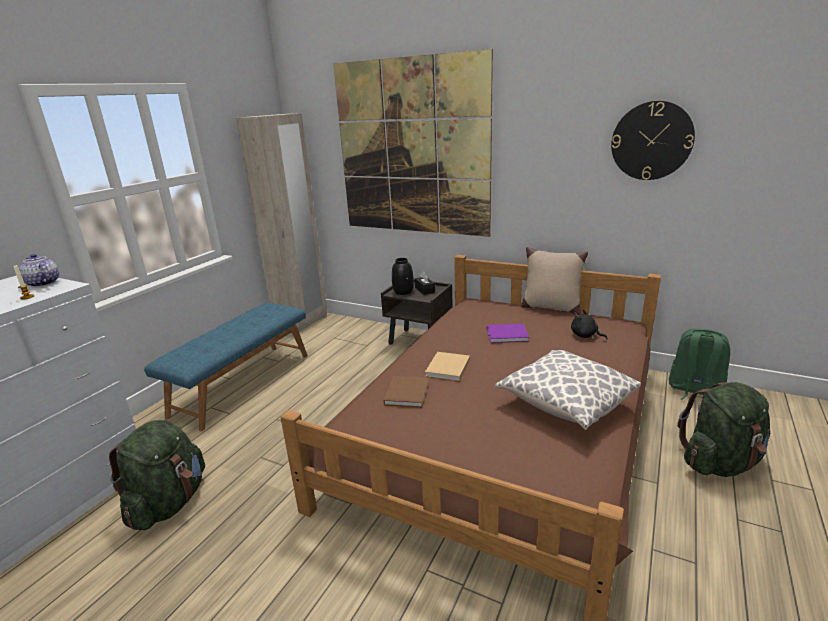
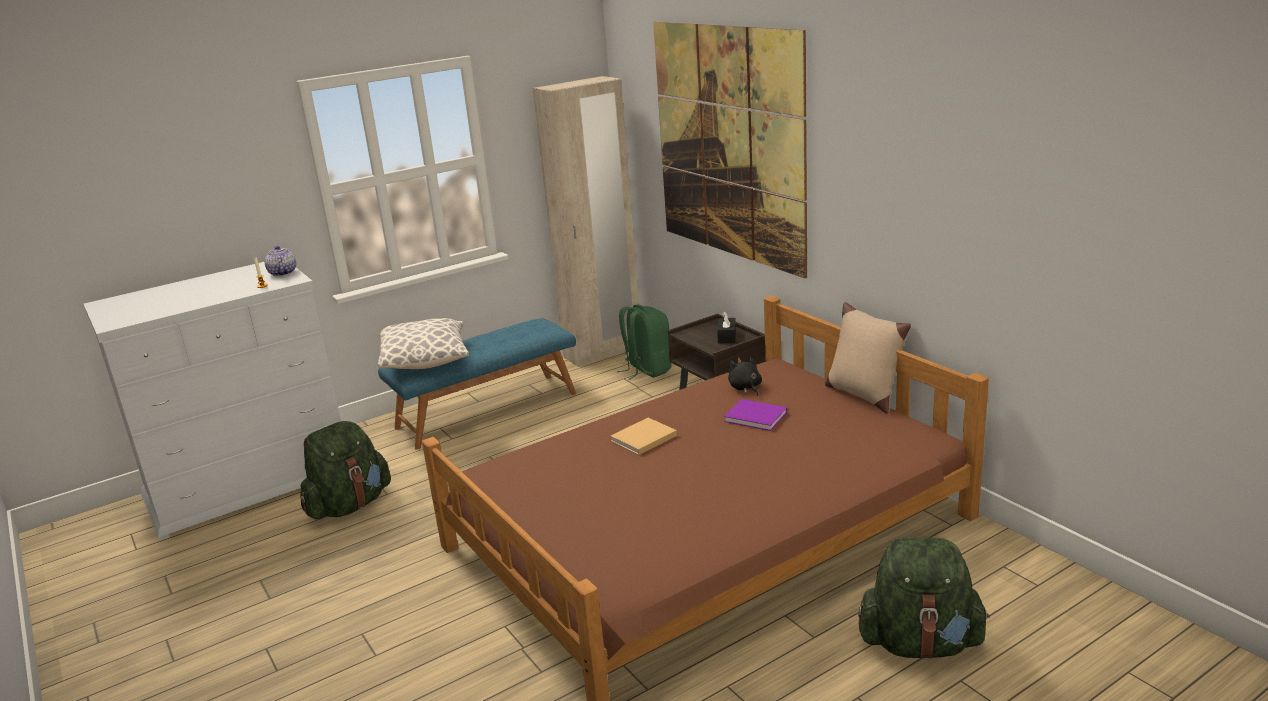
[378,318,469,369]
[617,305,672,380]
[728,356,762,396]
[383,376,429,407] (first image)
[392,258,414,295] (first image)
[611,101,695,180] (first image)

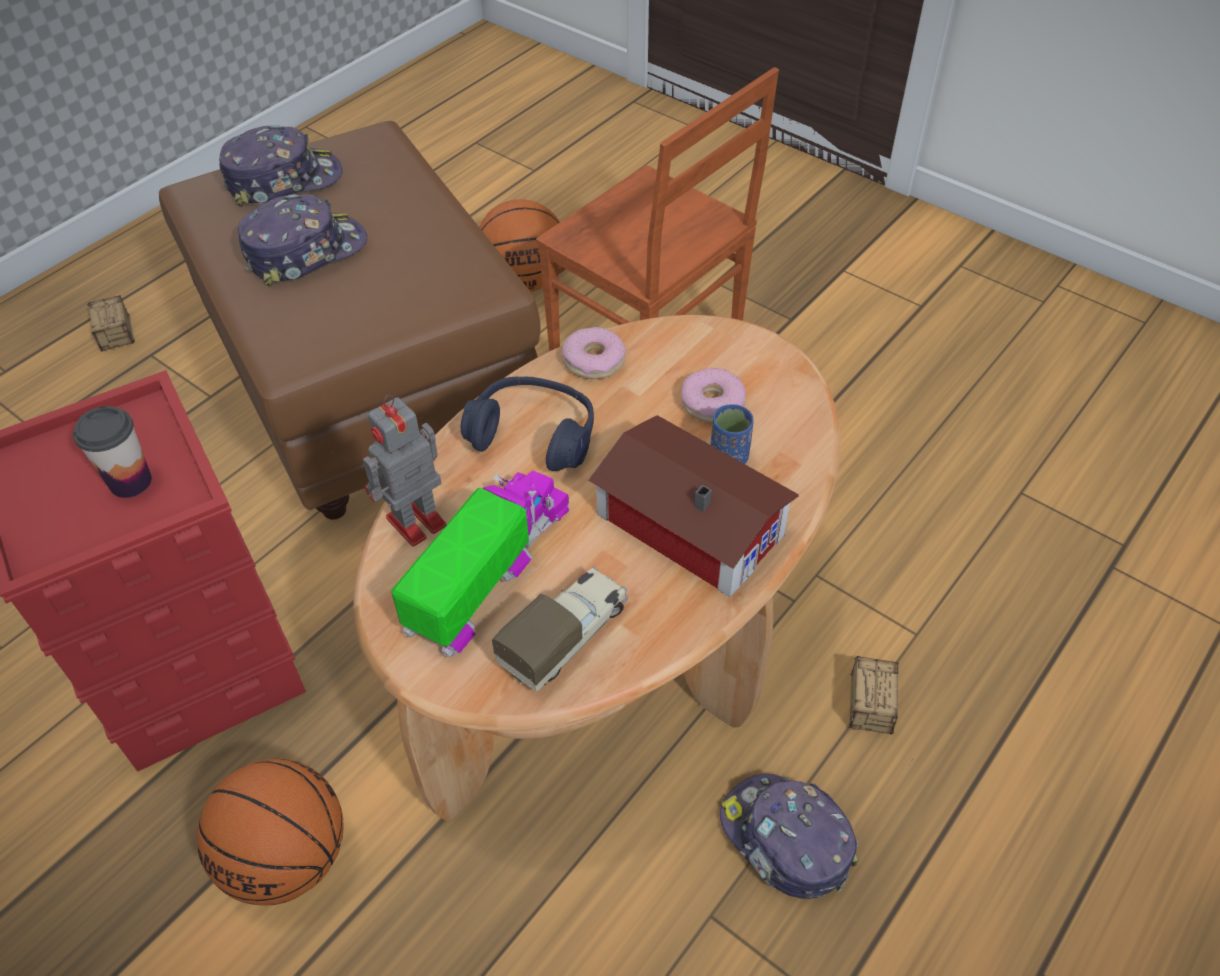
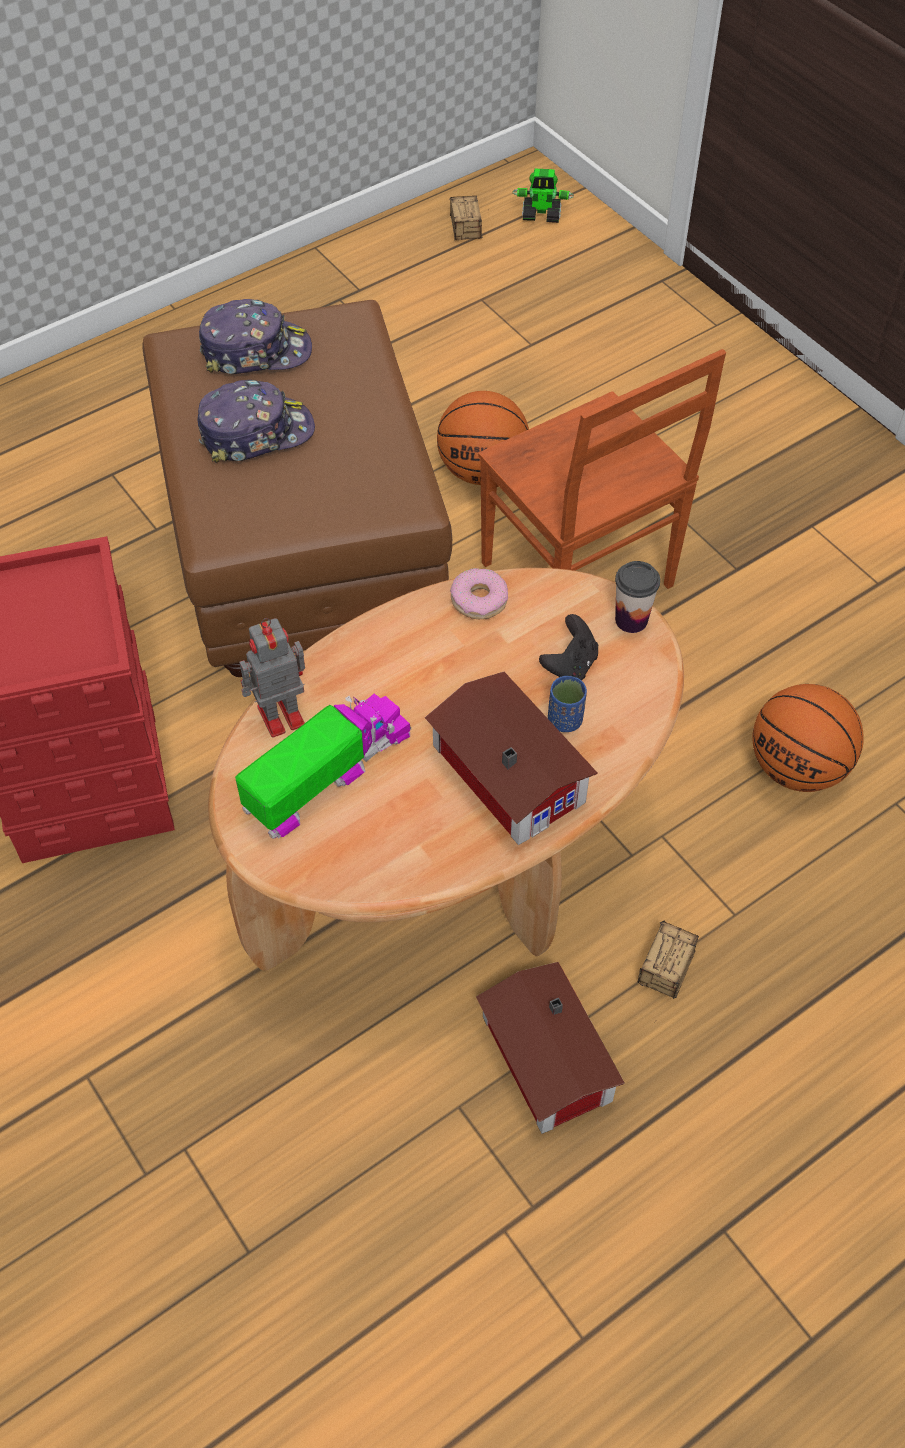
[450,196,489,240]
[476,962,625,1134]
[513,169,574,223]
[539,614,598,681]
[615,561,660,633]
[752,684,864,792]
[461,377,594,471] (first image)
[492,566,628,693] (first image)

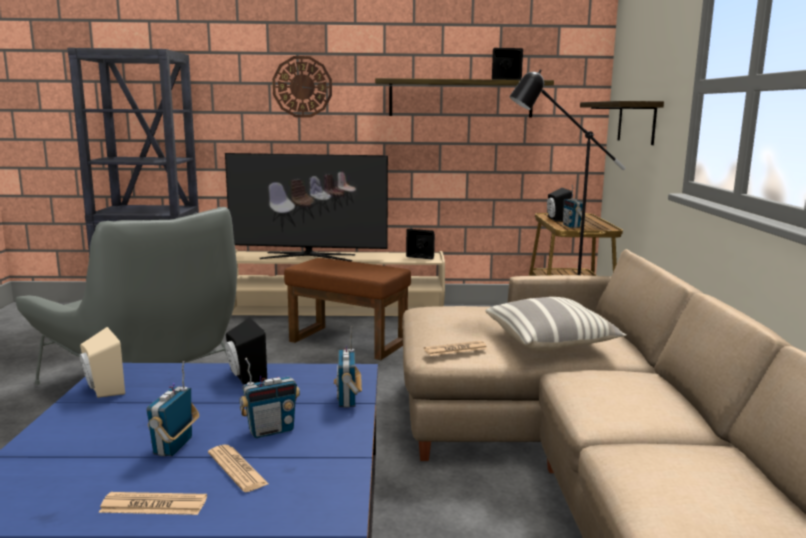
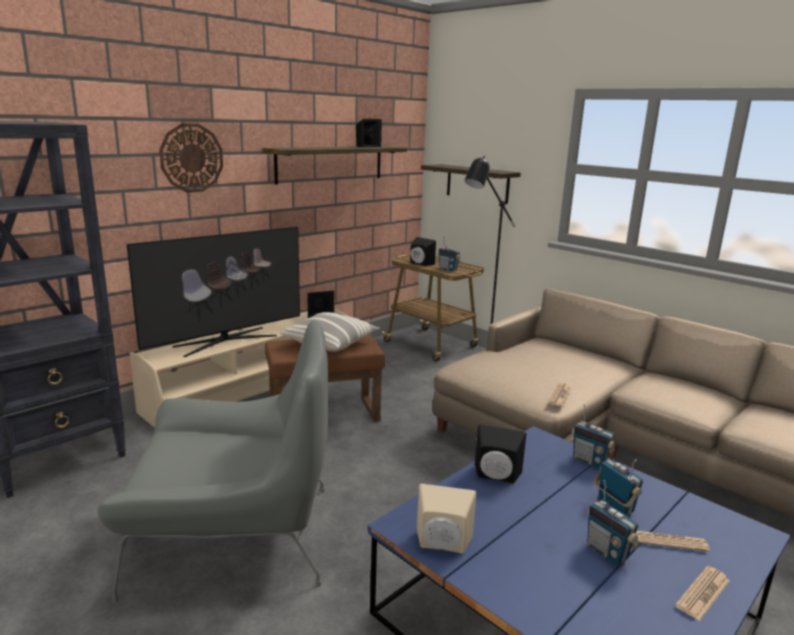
[280,312,379,352]
[594,459,643,515]

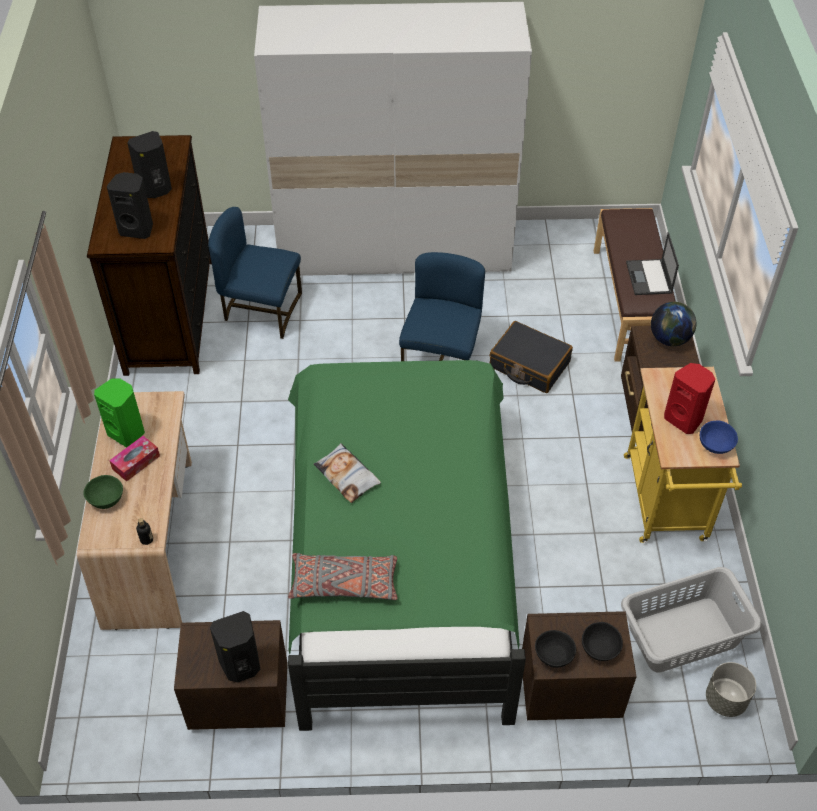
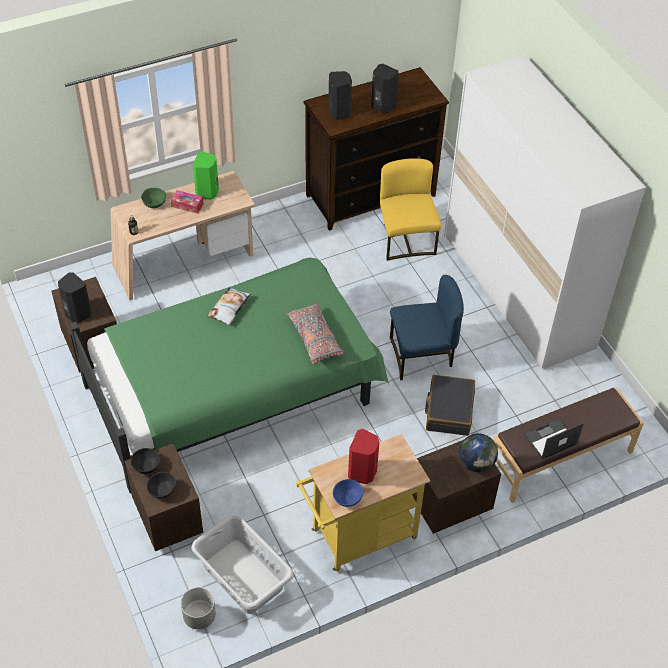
[286,303,344,365]
[380,158,441,261]

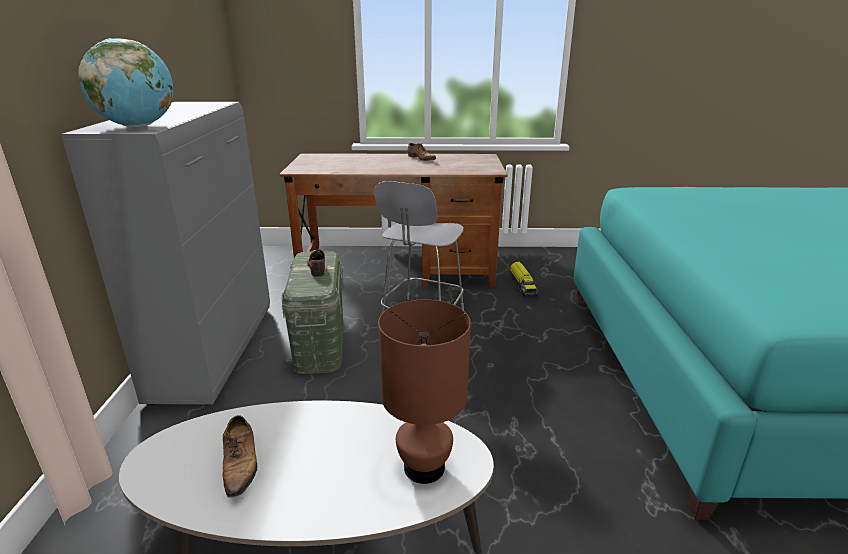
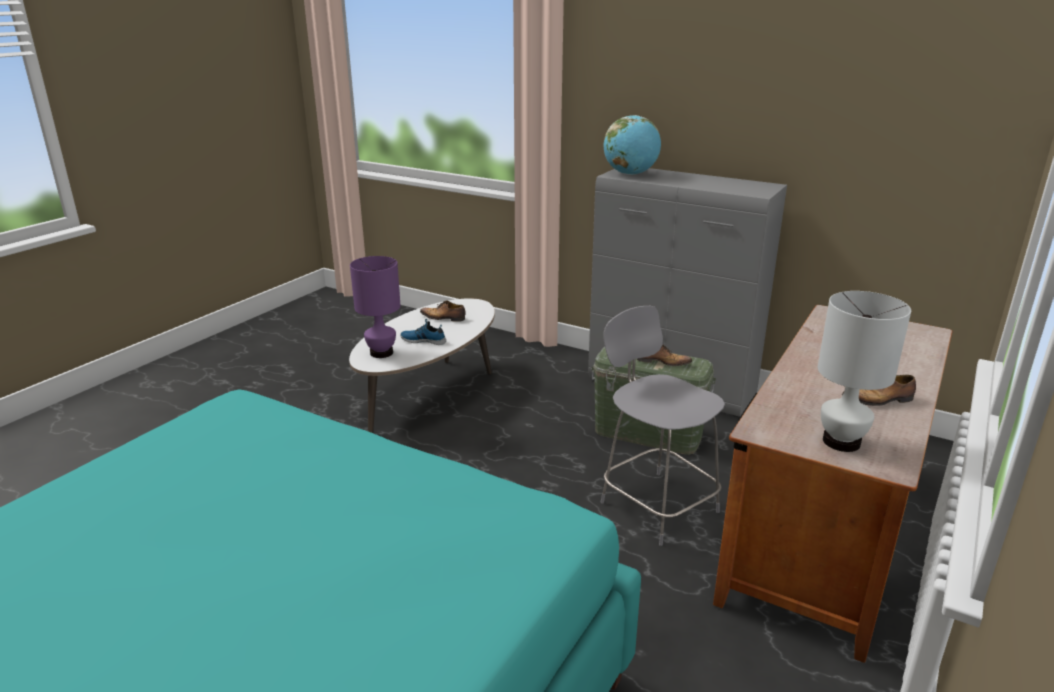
[350,256,401,358]
[400,319,446,345]
[818,291,911,452]
[509,262,538,296] (first image)

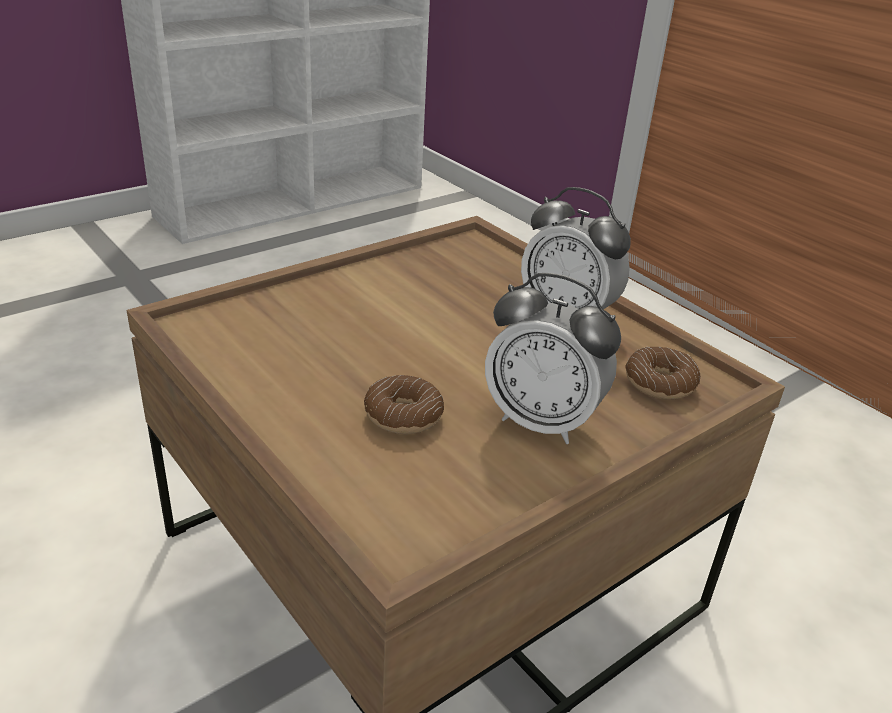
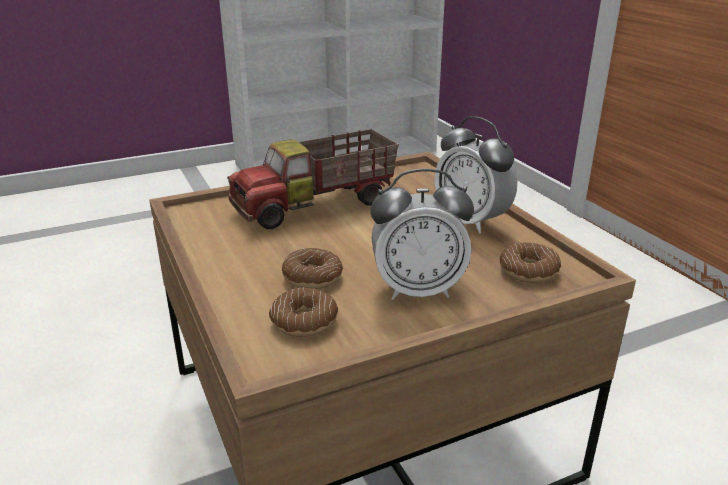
[227,129,399,229]
[269,287,338,337]
[370,168,474,300]

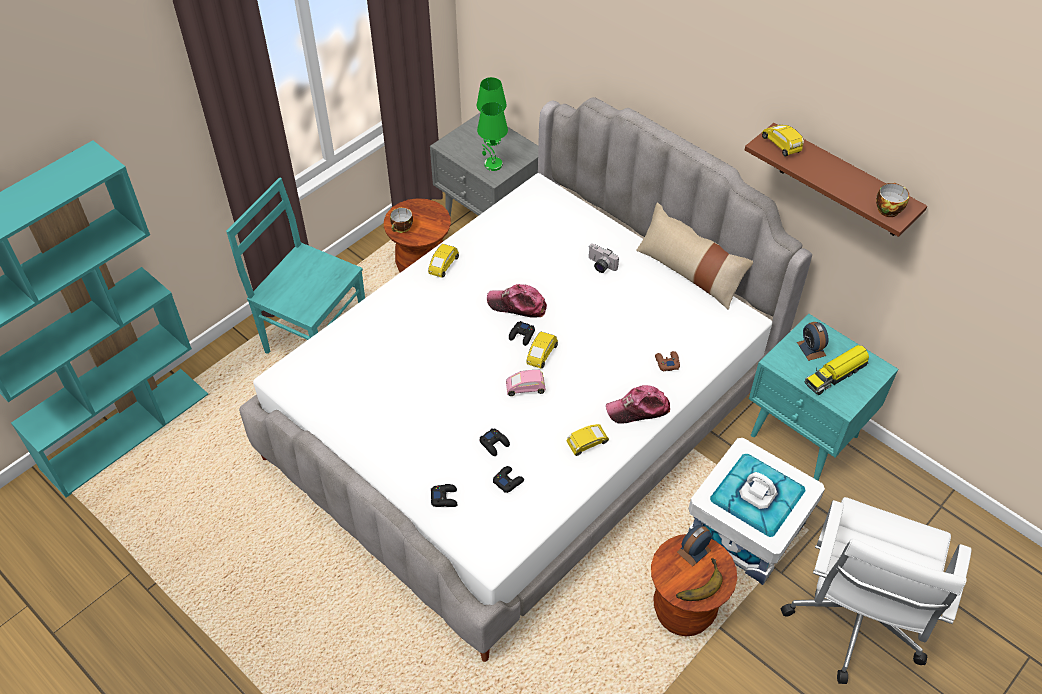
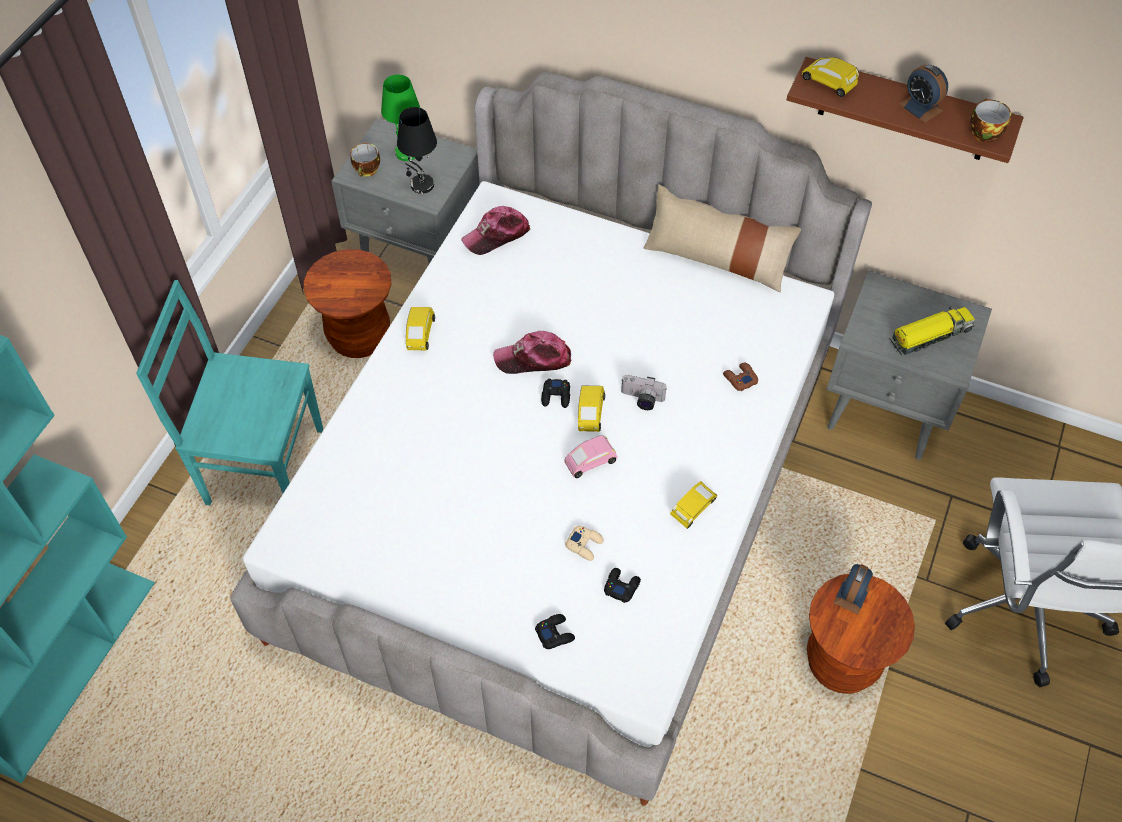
[350,143,380,177]
[397,107,437,194]
[461,206,530,255]
[565,526,604,561]
[621,375,667,410]
[826,271,992,460]
[890,307,975,355]
[899,64,948,123]
[676,558,723,601] (first image)
[688,438,825,585] (first image)

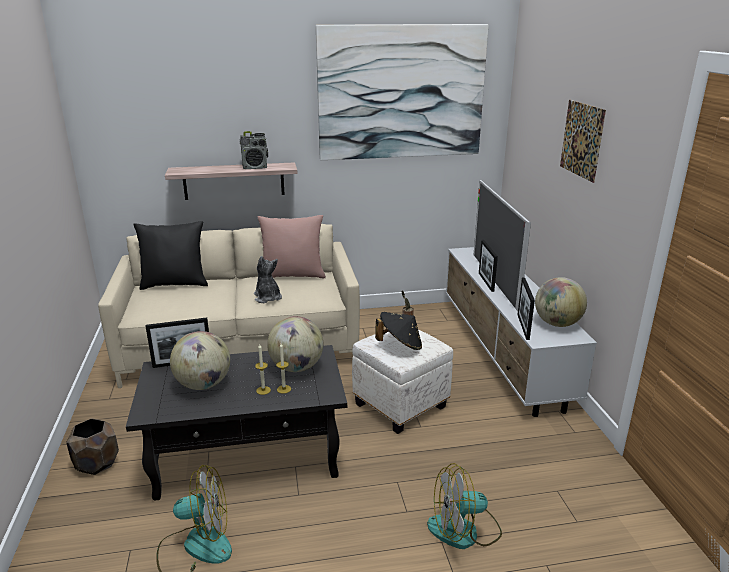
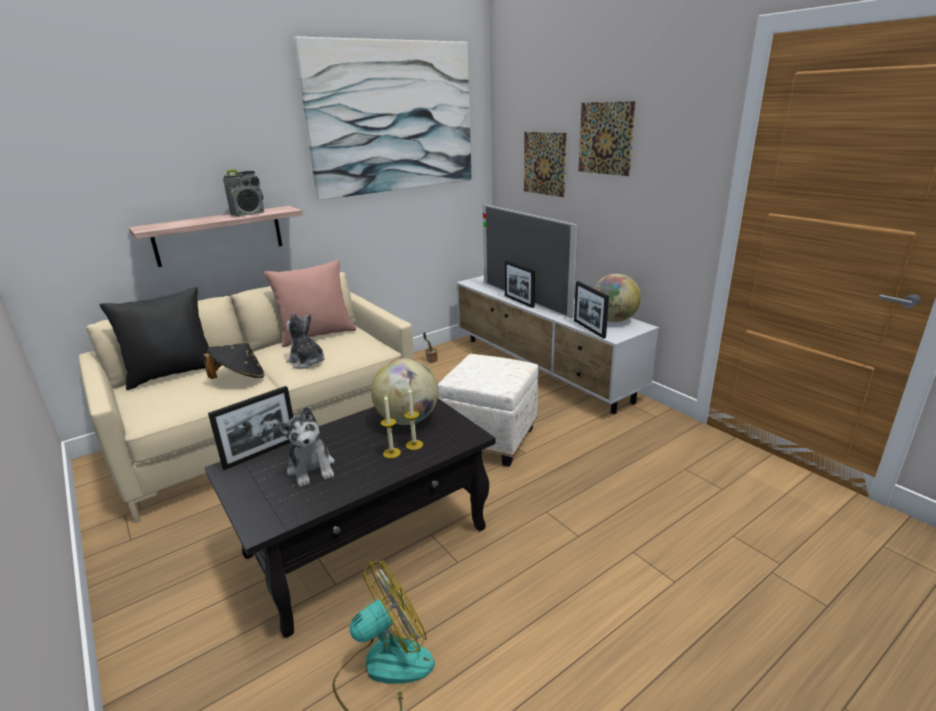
[203,343,265,379]
[277,407,335,487]
[524,132,567,197]
[66,418,119,475] (first image)
[427,463,502,549] (first image)

